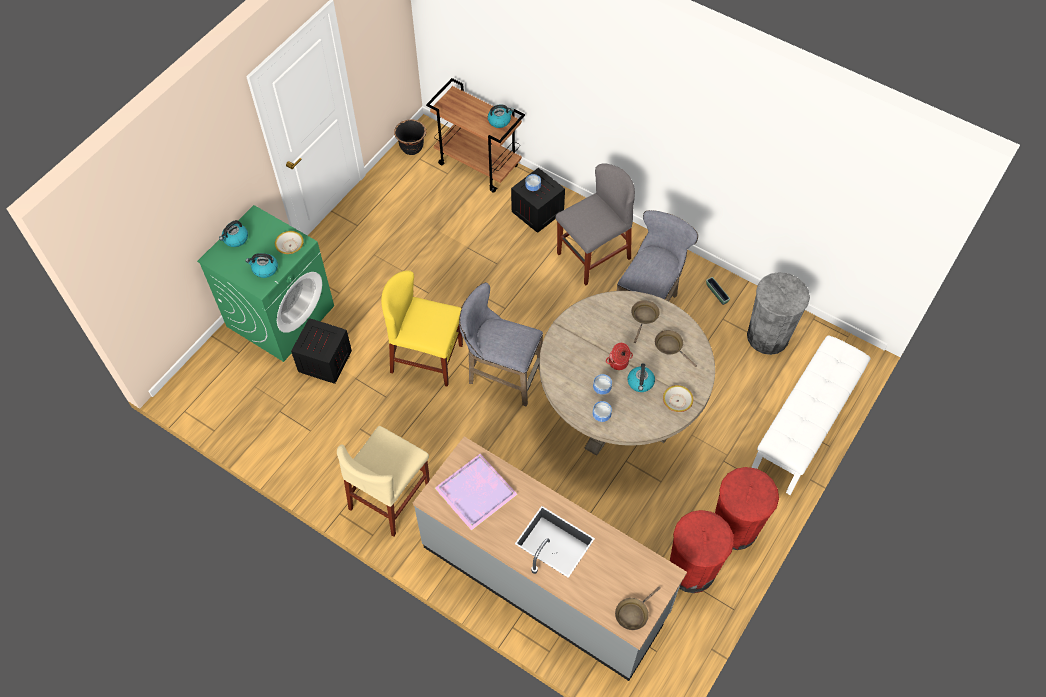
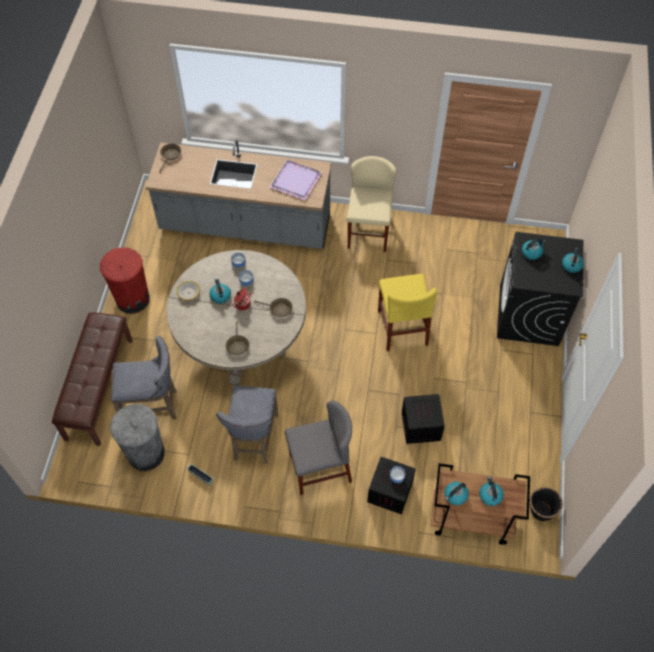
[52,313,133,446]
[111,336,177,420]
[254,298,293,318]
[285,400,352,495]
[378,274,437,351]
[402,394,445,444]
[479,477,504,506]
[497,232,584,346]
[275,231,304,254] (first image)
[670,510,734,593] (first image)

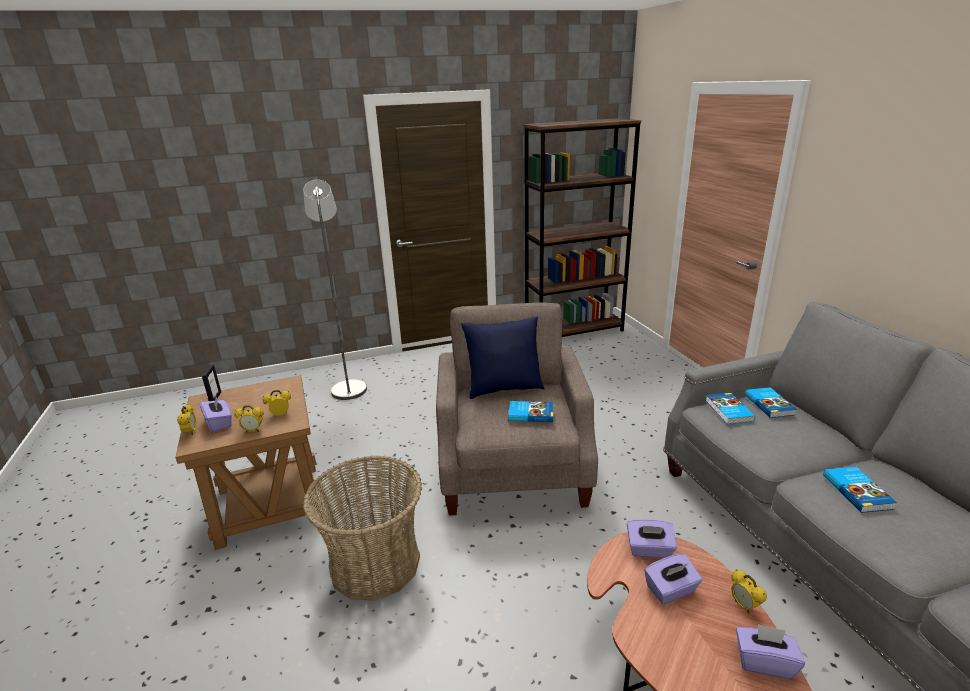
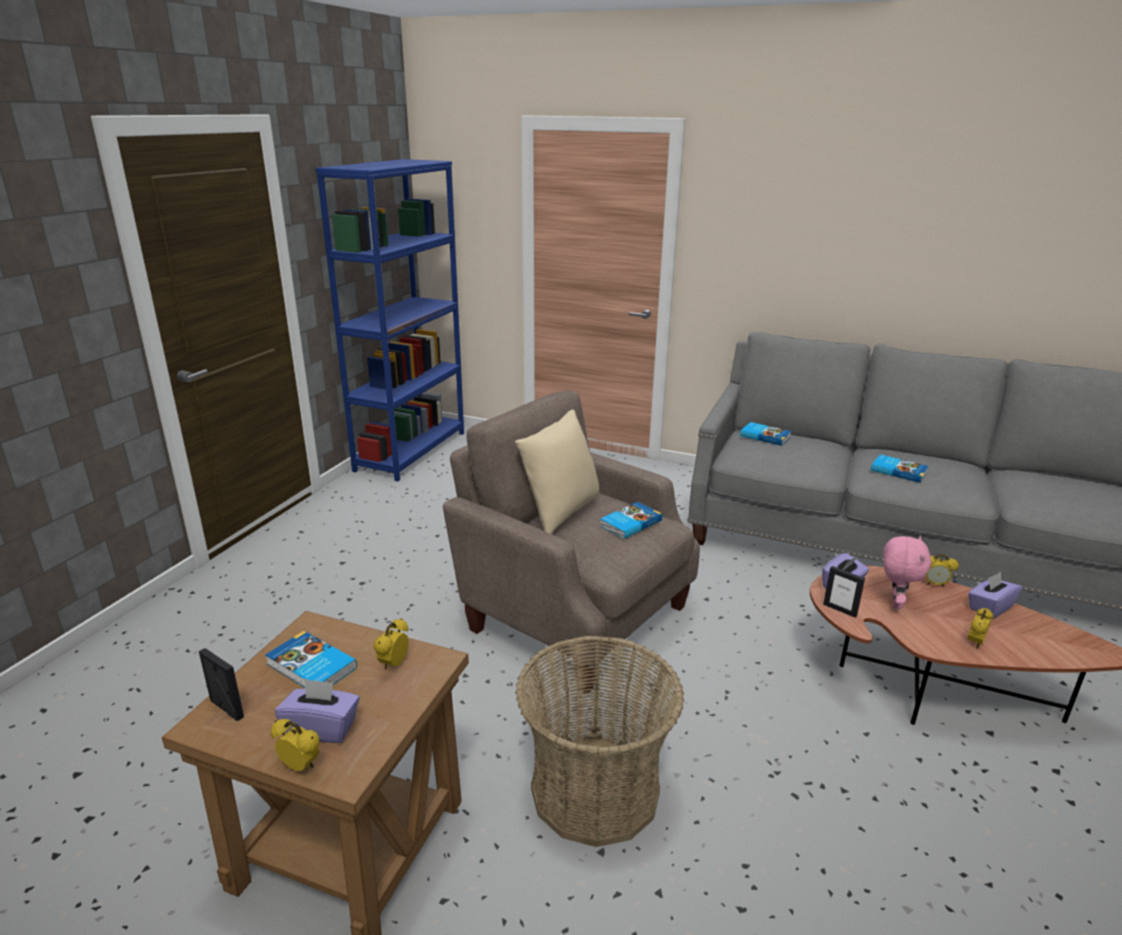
[265,631,357,687]
[315,159,464,481]
[515,410,600,534]
[823,566,865,618]
[883,536,931,609]
[967,608,993,649]
[303,180,367,400] (first image)

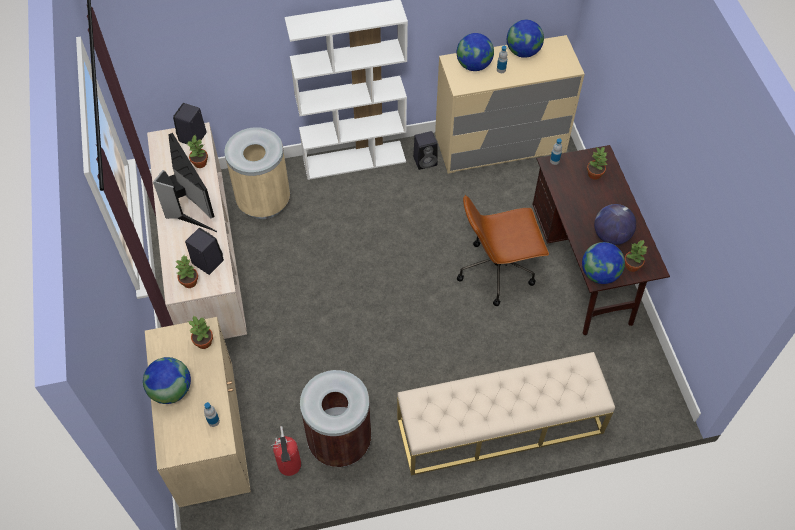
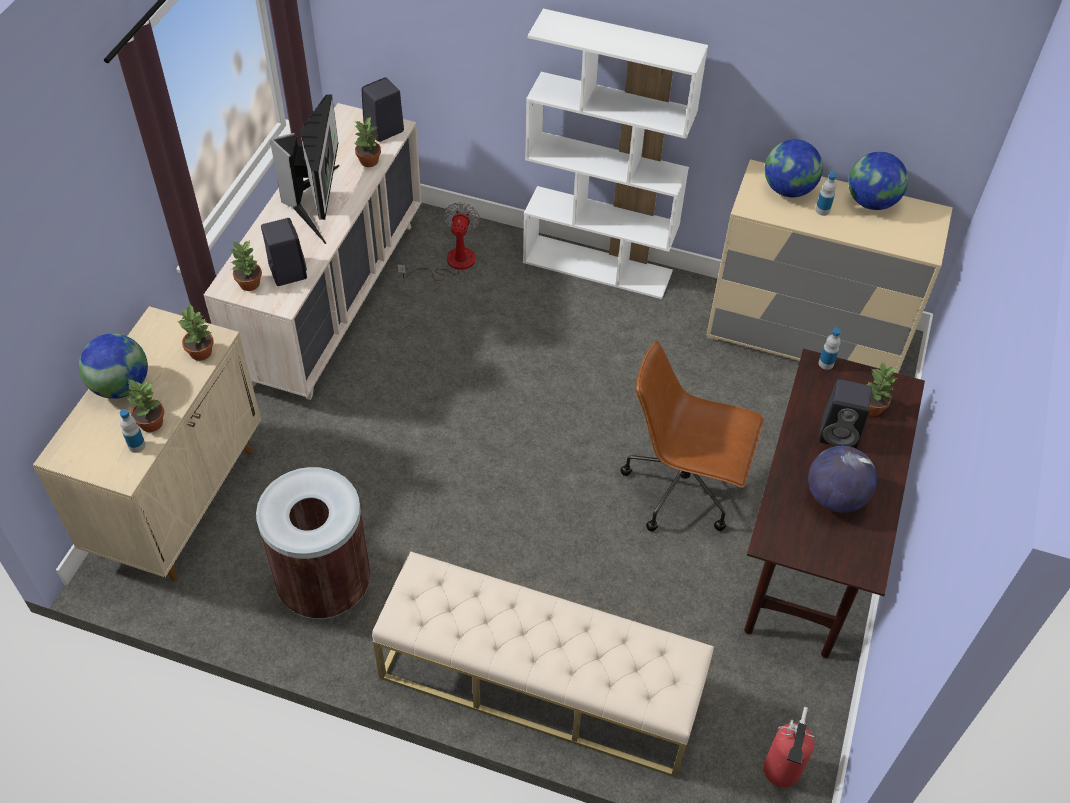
[128,379,164,432]
[397,202,480,281]
[763,707,815,788]
[819,379,872,449]
[582,242,625,284] (first image)

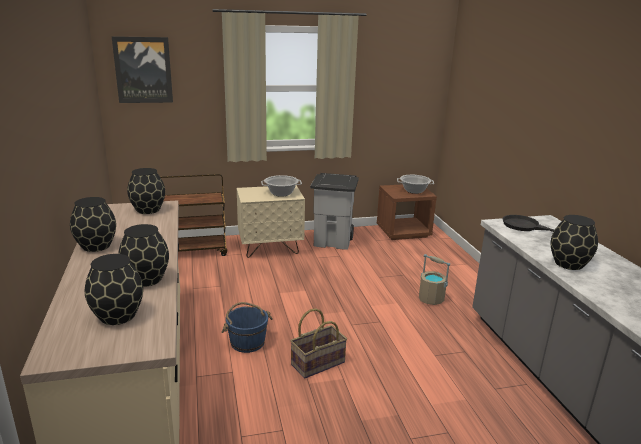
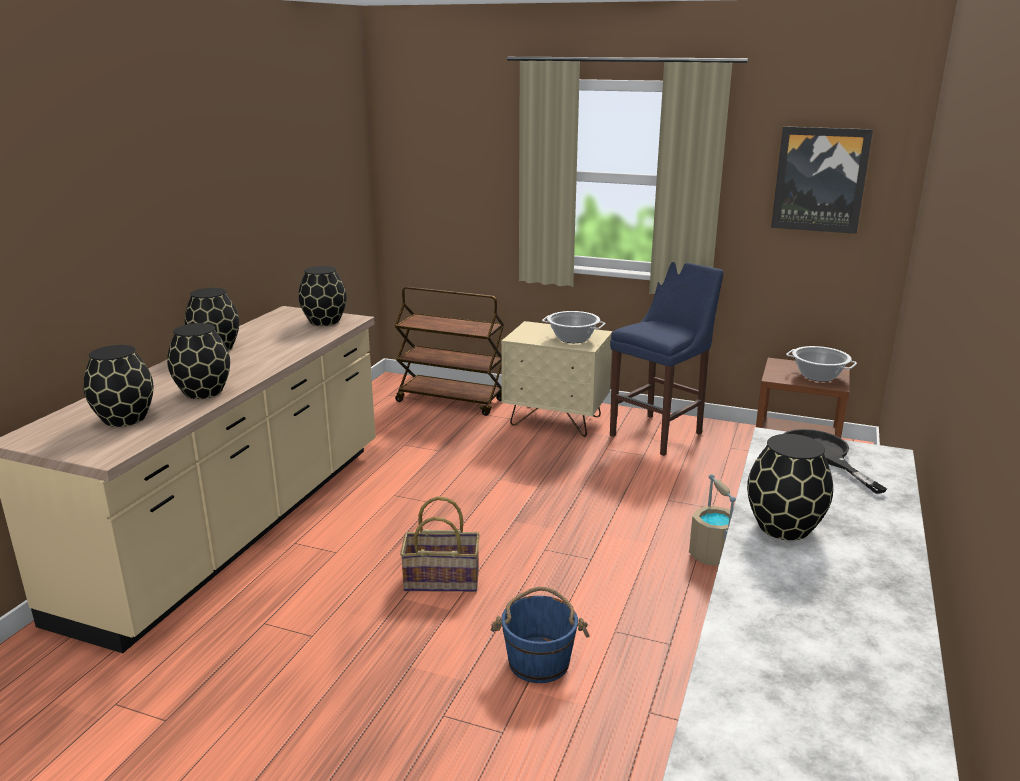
[491,587,590,683]
[610,262,724,456]
[771,126,873,234]

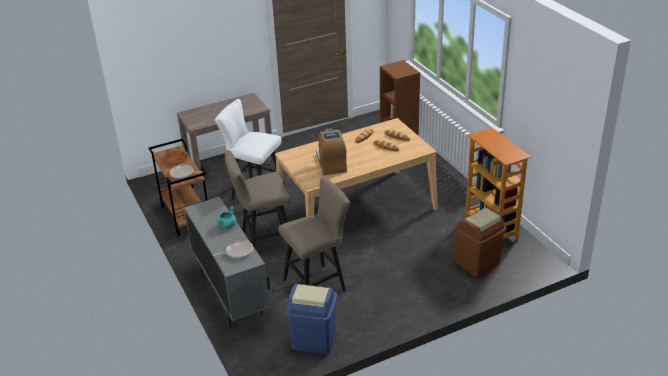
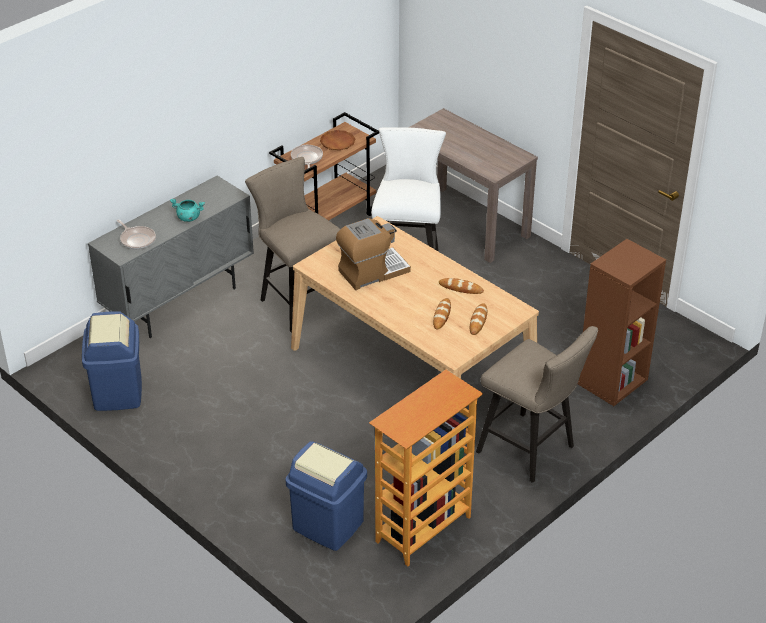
[286,441,367,551]
[476,326,598,483]

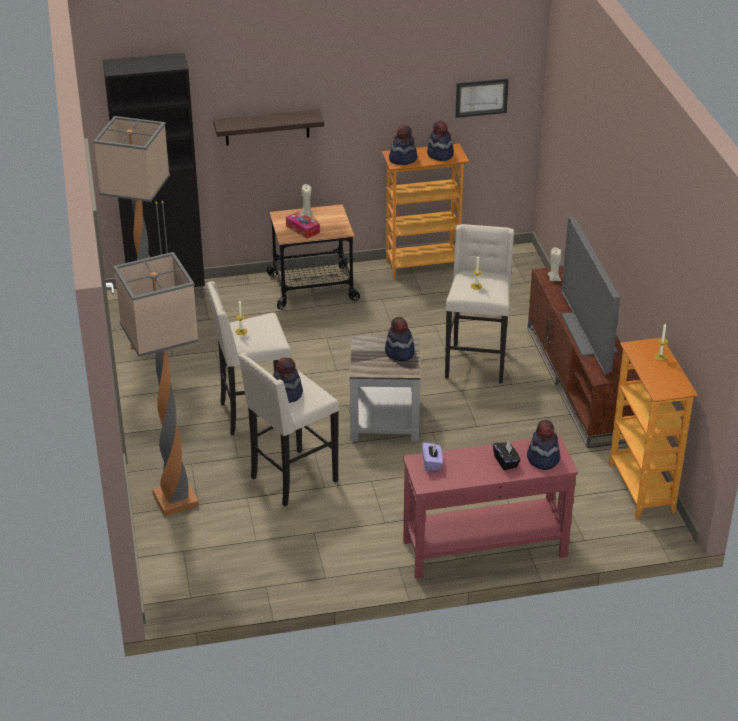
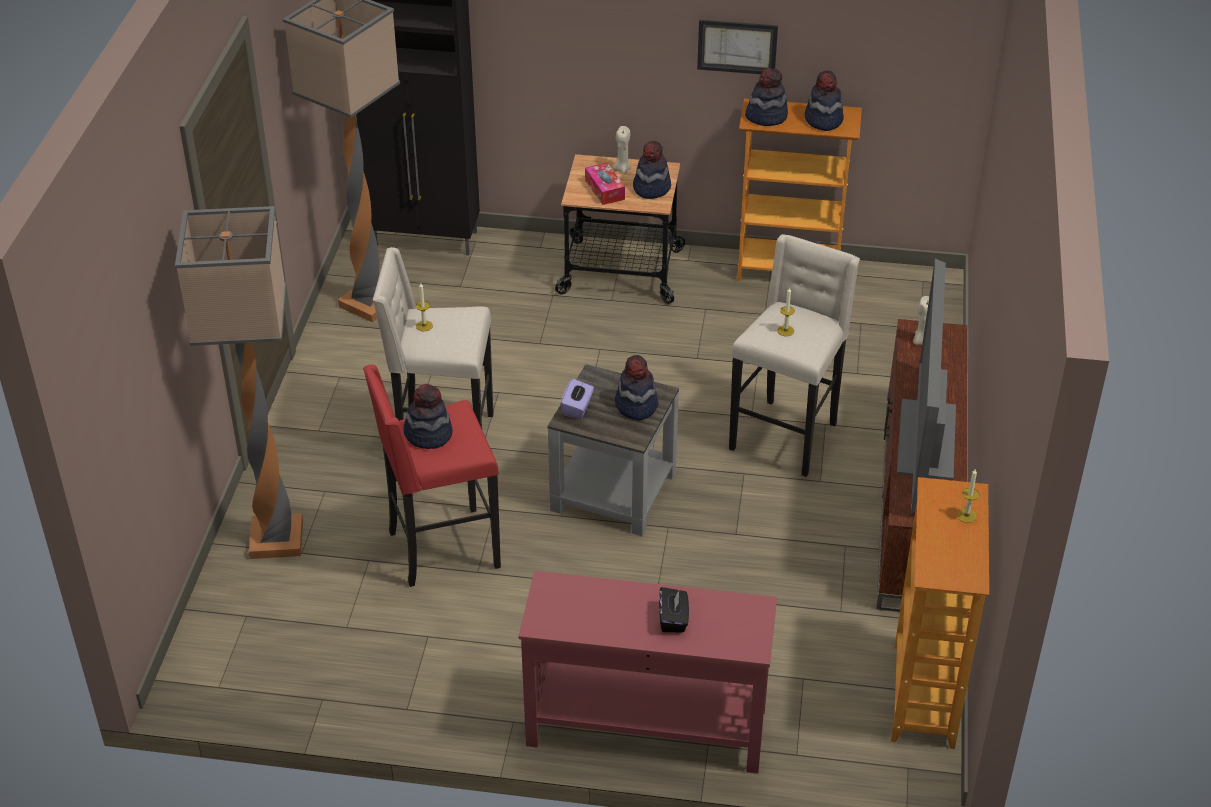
[363,364,501,587]
[561,379,594,419]
[633,141,671,199]
[697,20,778,74]
[213,110,324,146] (first image)

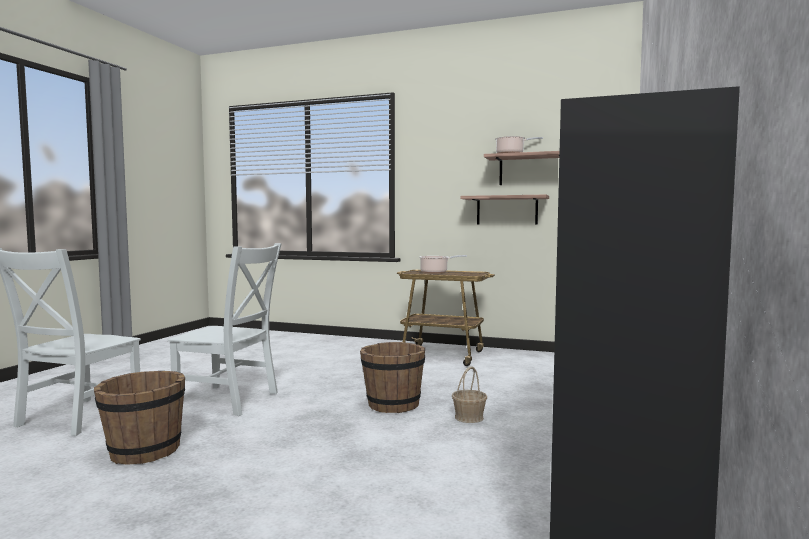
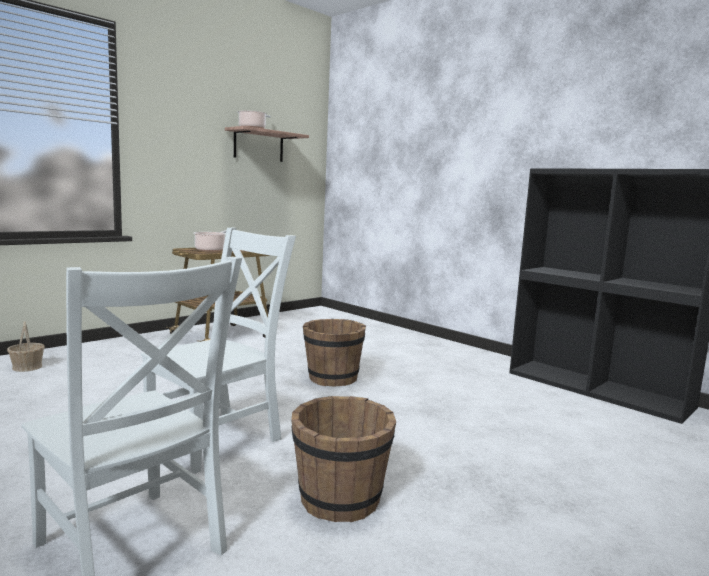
[7,321,45,372]
[460,195,549,225] (first image)

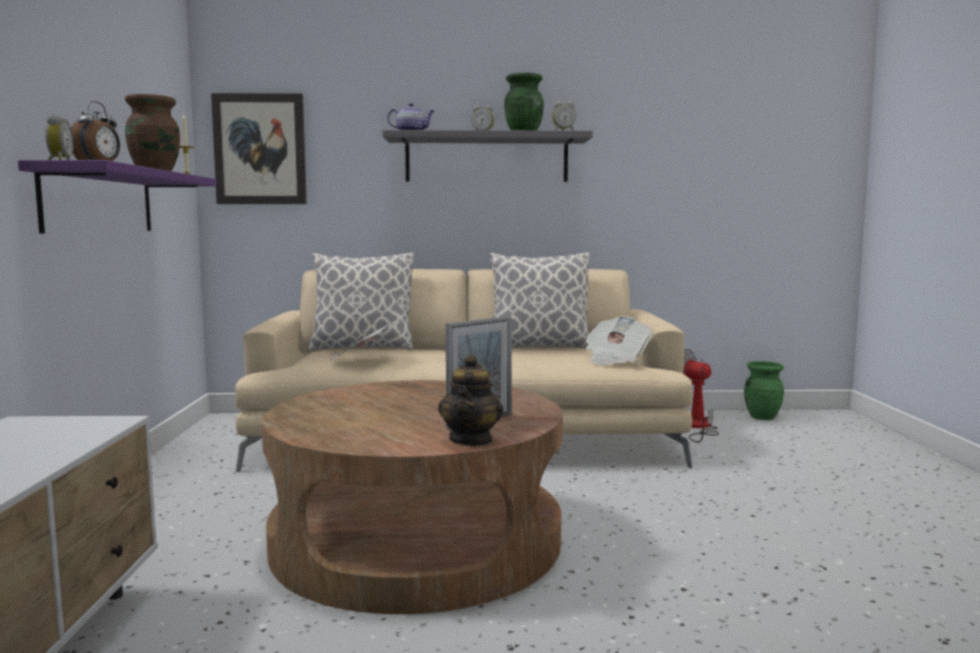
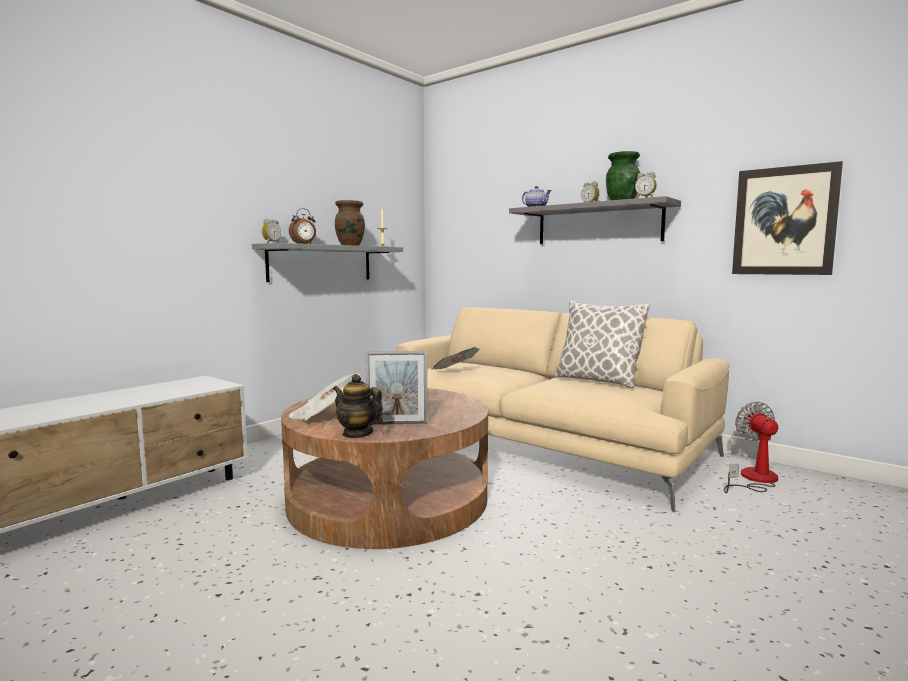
[252,243,403,282]
[289,373,361,421]
[333,374,384,438]
[732,161,843,275]
[308,253,414,352] (first image)
[744,361,784,420] (first image)

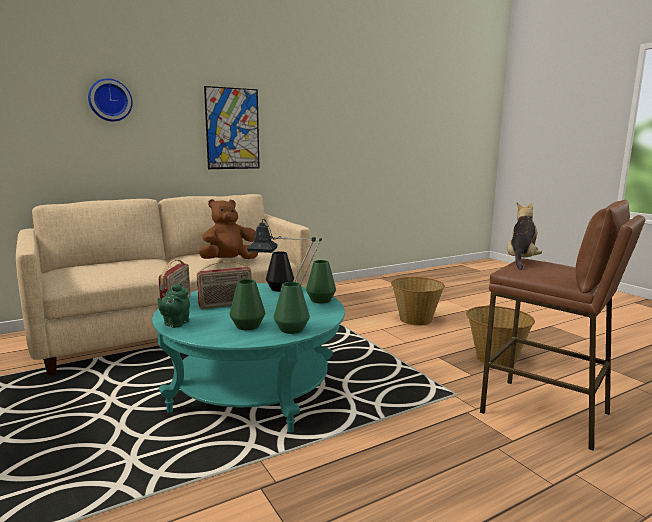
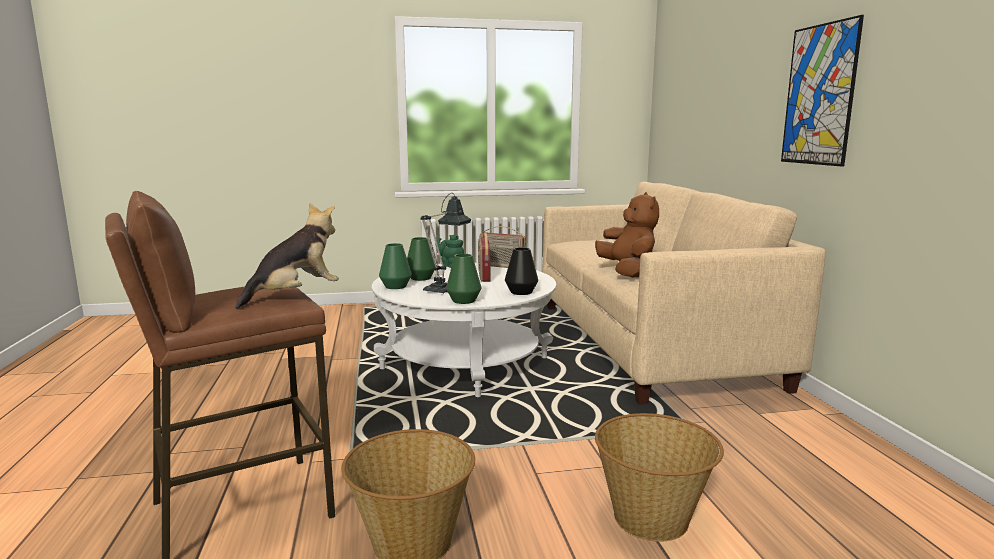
[235,203,339,309]
[372,263,556,397]
[88,78,133,121] (first image)

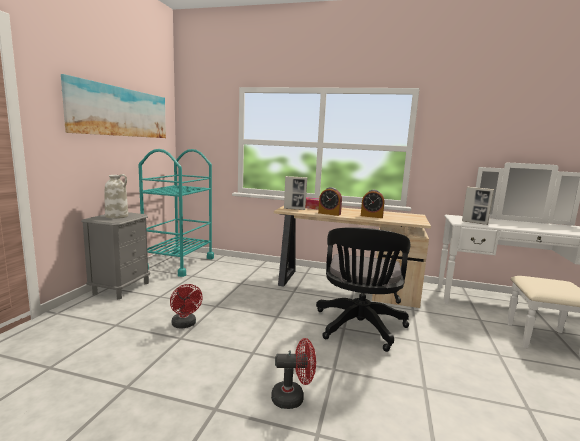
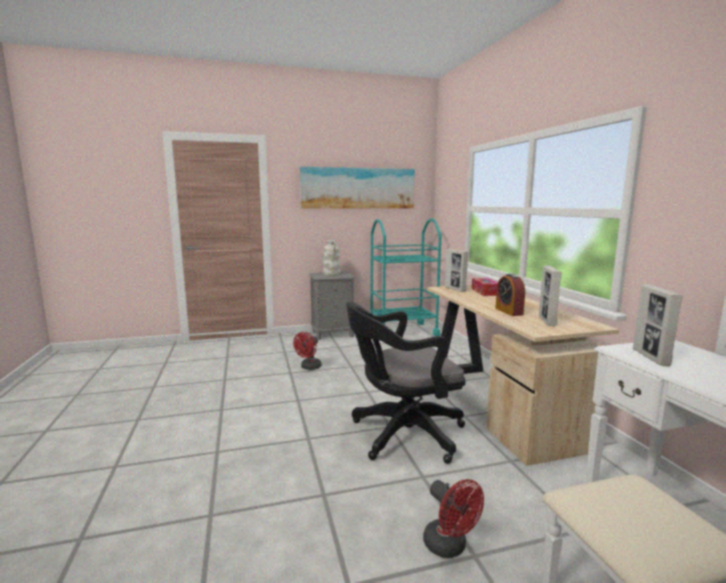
[423,479,484,558]
[539,266,562,326]
[318,187,342,216] (first image)

